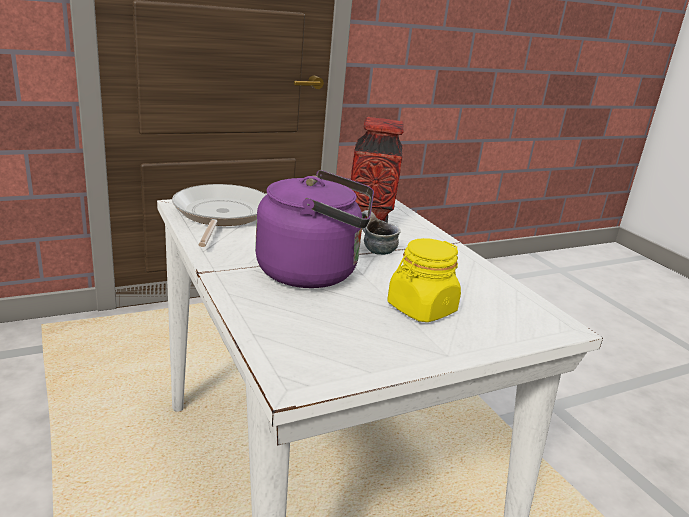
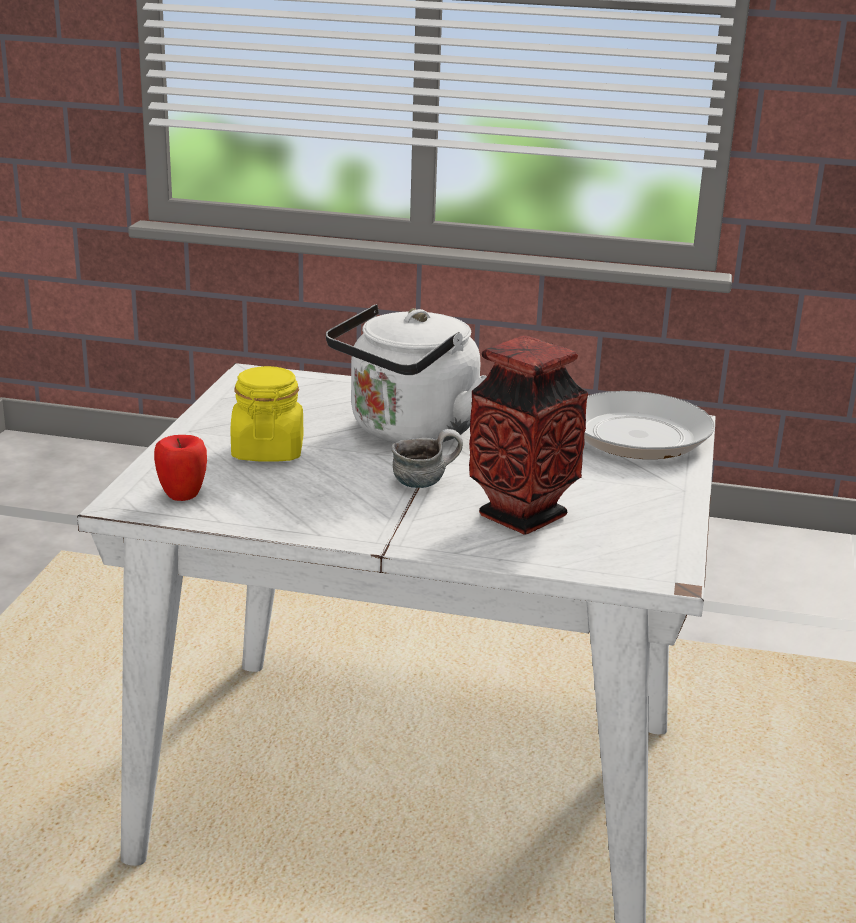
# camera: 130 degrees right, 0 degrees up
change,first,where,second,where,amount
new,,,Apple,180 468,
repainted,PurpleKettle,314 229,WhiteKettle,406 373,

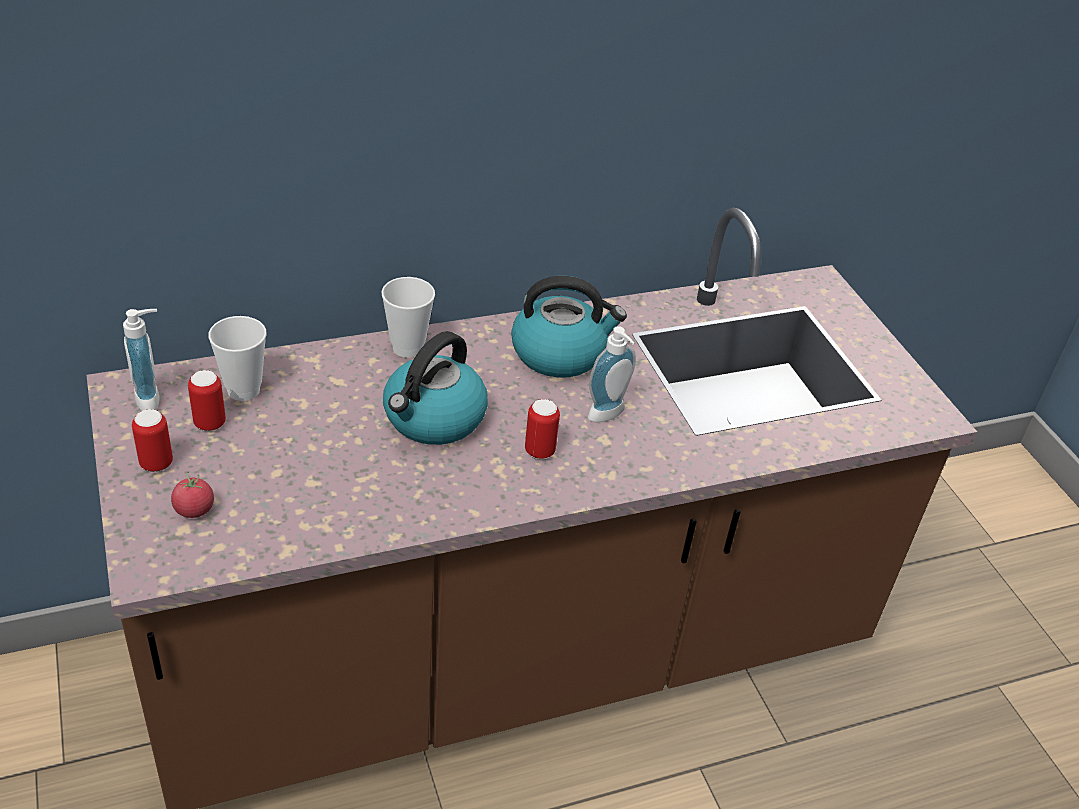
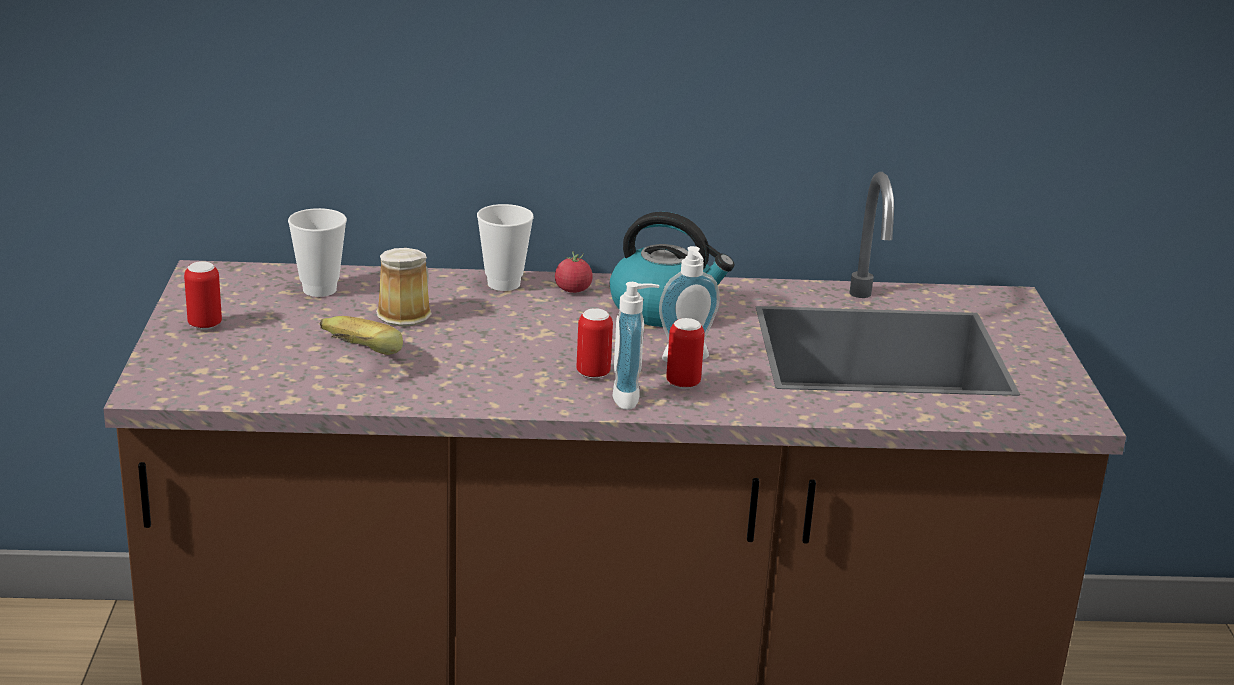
# camera: 20 degrees right, 15 degrees down
change,first,where,second,where,amount
new,,,Banana,361 335,
new,,,Mug,404 287,
shifted,Tomato,192 495,,574 272,
shifted,SoapDispenser,141 360,,636 346,
shifted,Can,207 400,,685 353,
gone,Kettle,435 388,,,

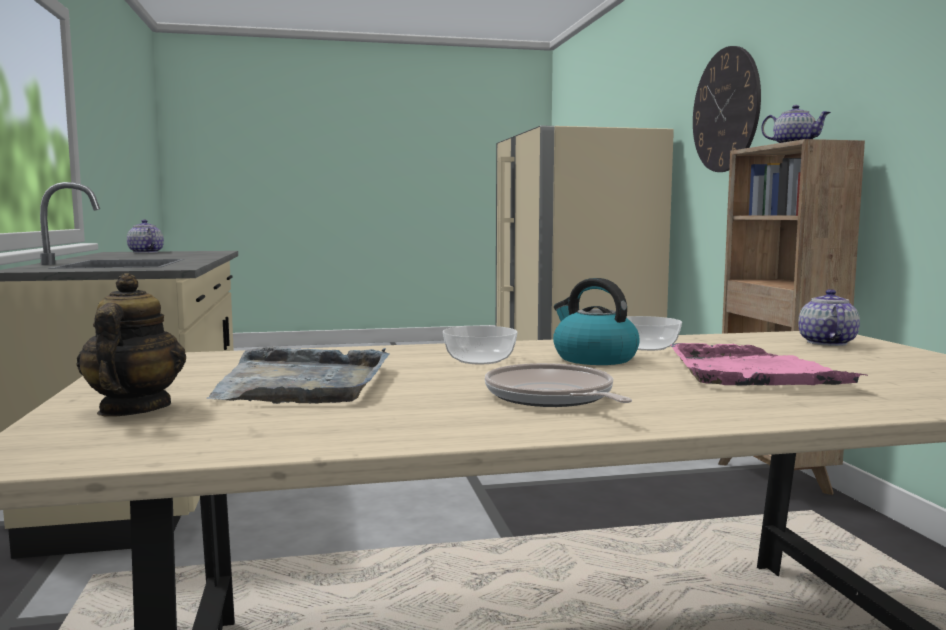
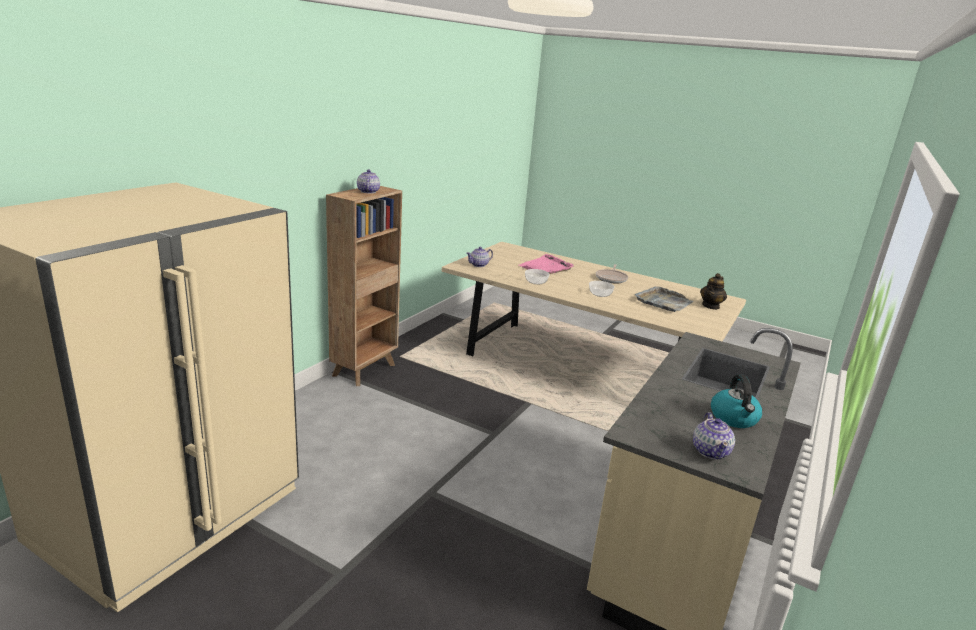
# camera: 140 degrees left, 15 degrees up
change,first,where,second,where,amount
shifted,Kettle,596 321,,736 401,
gone,WallClock,727 109,,,

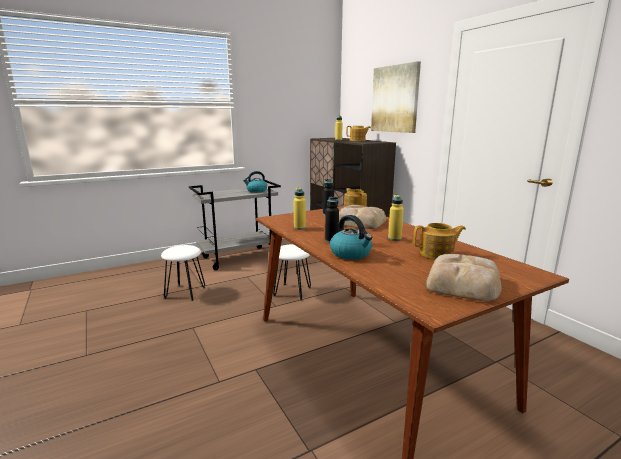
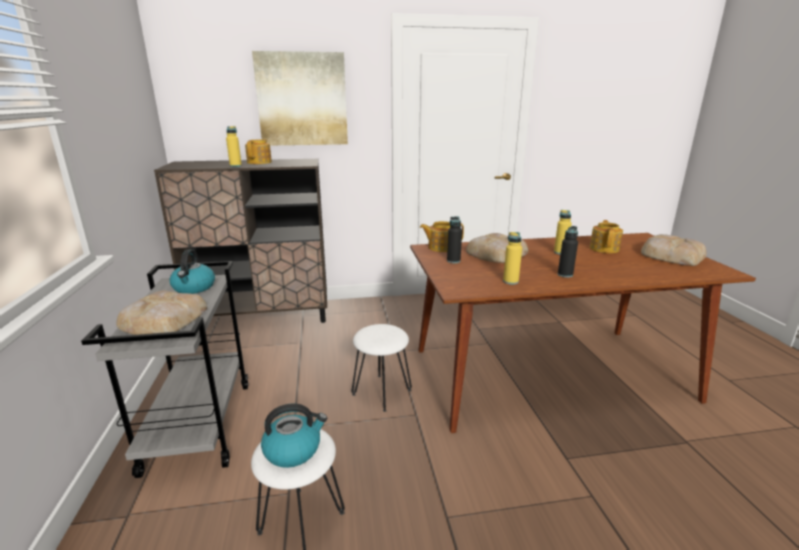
# camera: 70 degrees left, 5 degrees up
change,first,where,second,where,amount
new,,,Bread,161 313,
shifted,Kettle,351 237,,294 435,

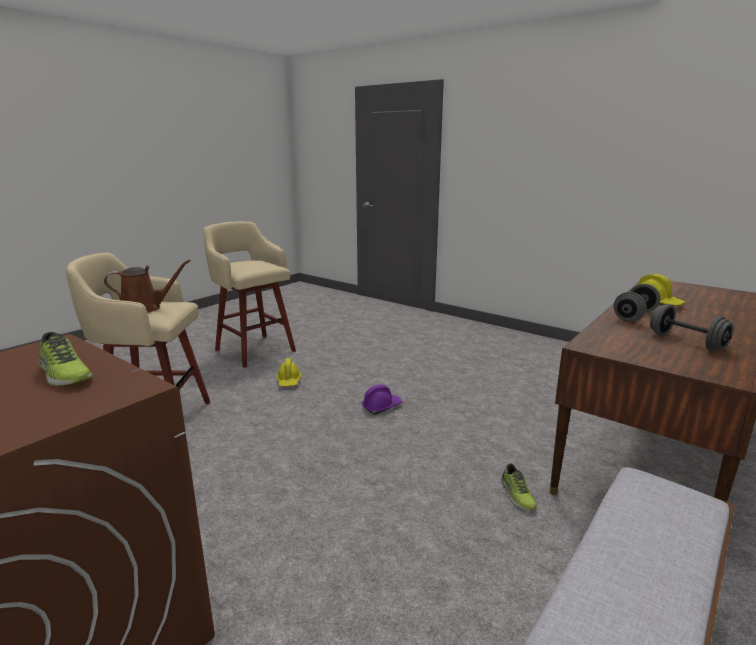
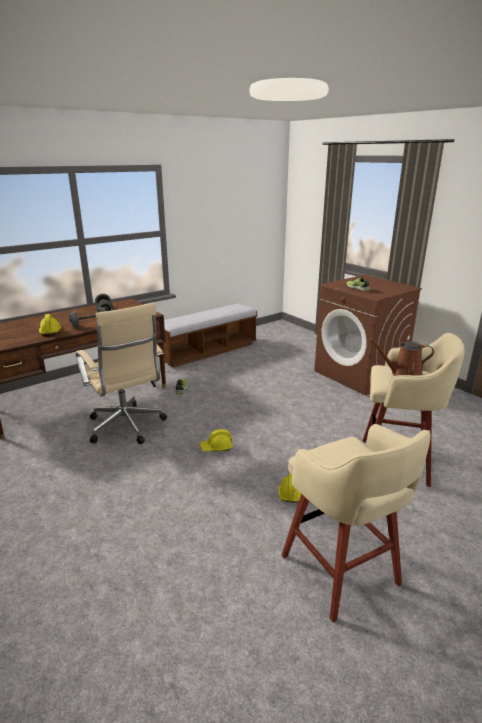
# camera: 165 degrees left, 5 degrees up
change,first,where,second,where,amount
new,,,BeigeOfficeChair,121 373,
repainted,PurpleHardHat,382 399,YellowHardHat,216 440,

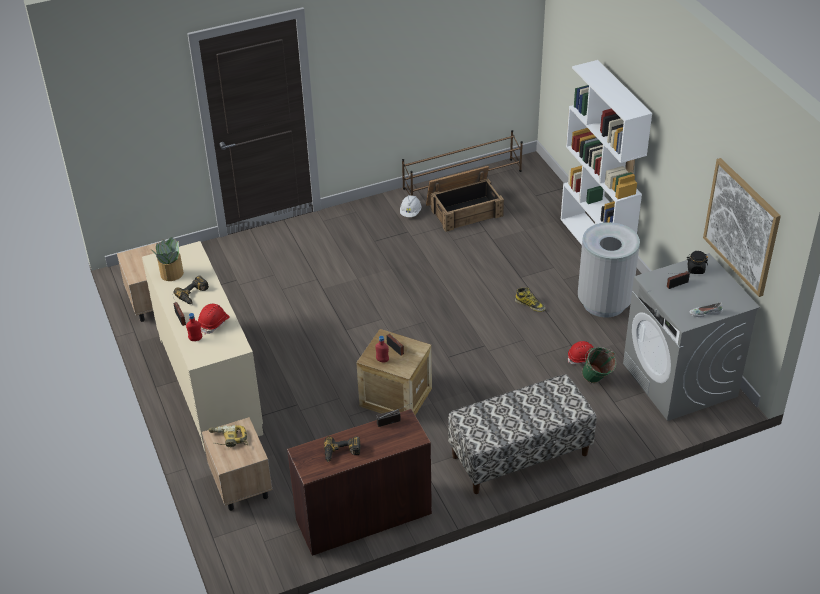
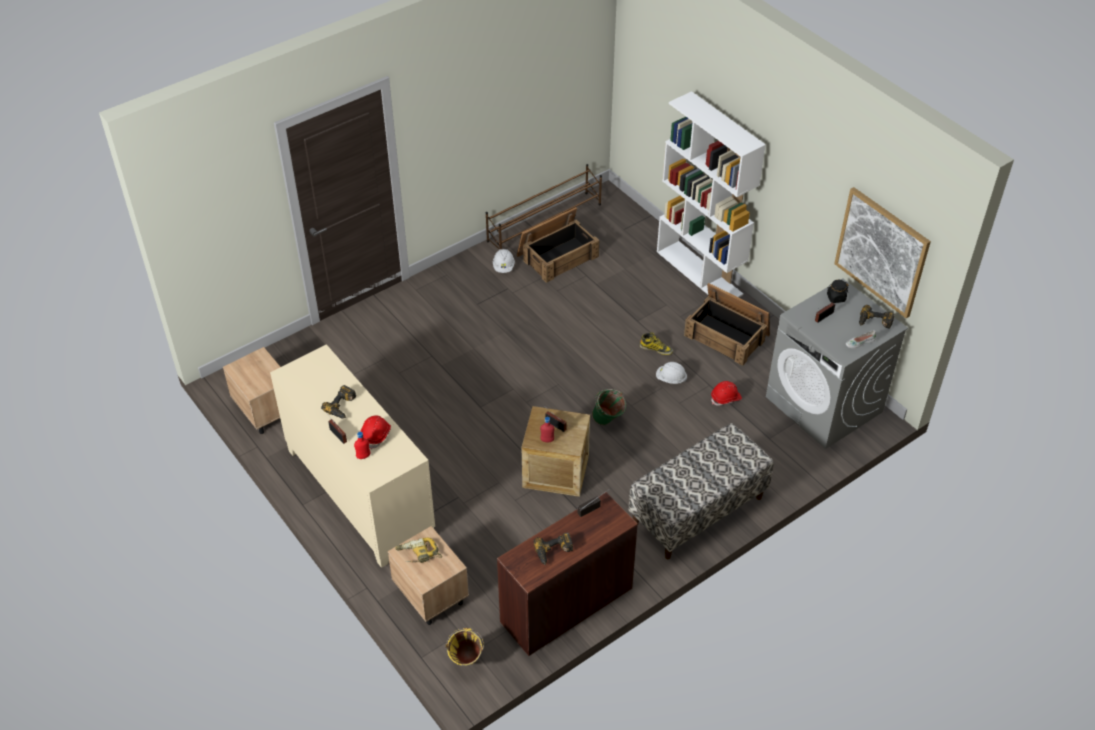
# camera: 15 degrees left, 5 degrees up
change,first,where,second,where,amount
new,,,YellowBucket,465 647,
shifted,GreenBucket,599 365,,609 407,
new,,,WhiteHardHat,671 373,
swapped,GreyTrashCan,609 269,Crate,727 324,
new,,,PowerDrill,877 317,
gone,PottedPlant,167 259,,,

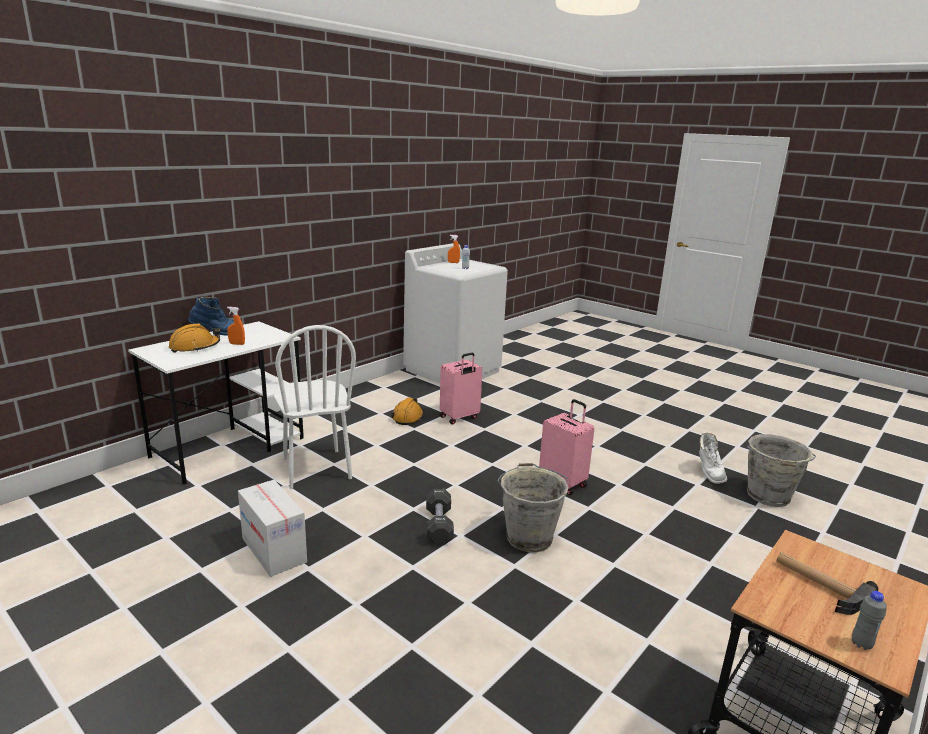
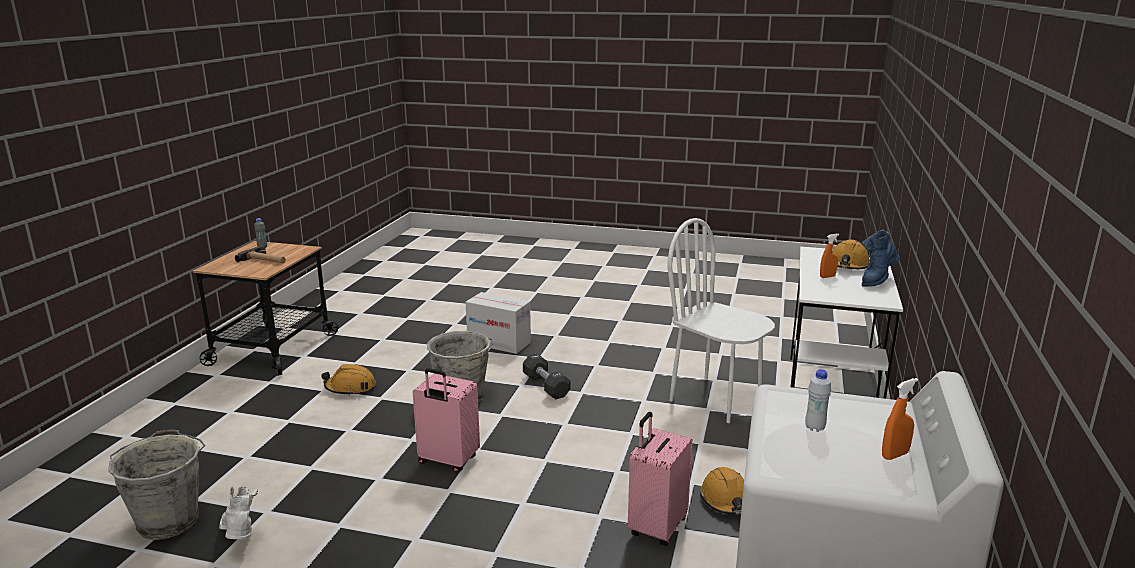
# camera: 155 degrees right, 0 degrees up
change,first,where,second,where,amount
new,,,OrangeHardHat,349 380,
shifted,CardboardBox,272 528,,498 323,

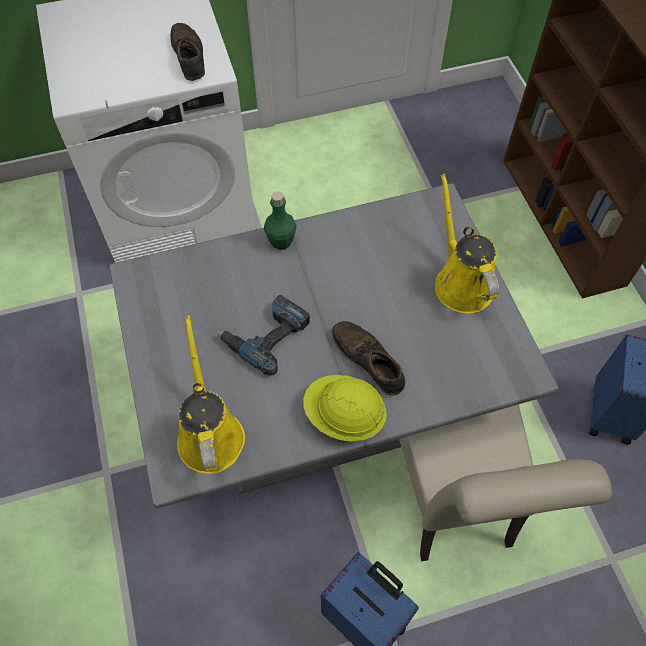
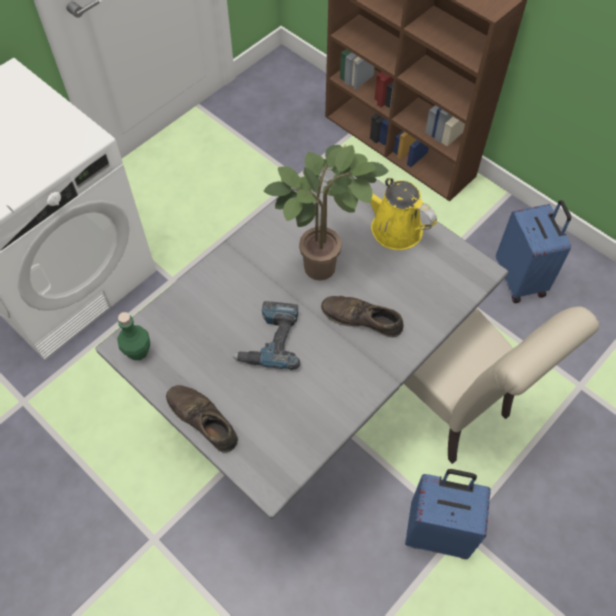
# camera: 30 degrees left, 0 degrees up
change,first,where,second,where,amount
shifted,GreenBottle,280 220,,133 336,
shifted,BrownShoe,188 52,,202 419,
new,,,PottedPlant,326 213,
gone,YellowWateringCan,211 394,,,
gone,YellowHardHat,345 408,,,

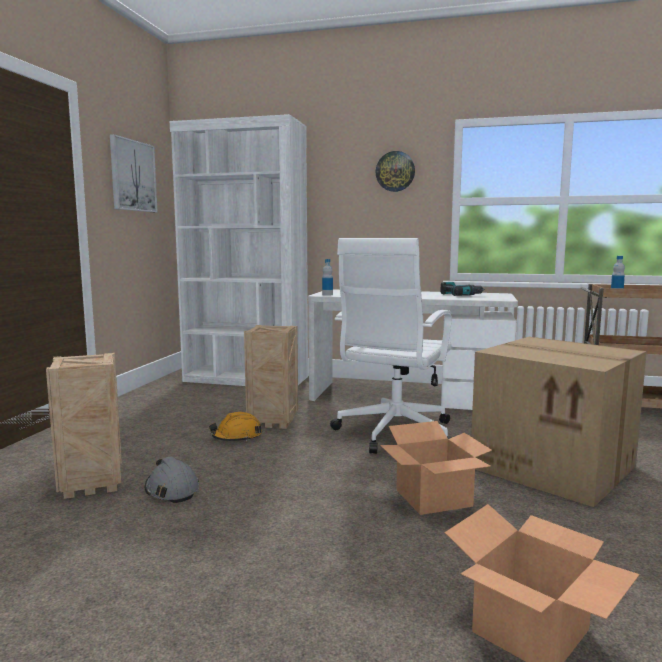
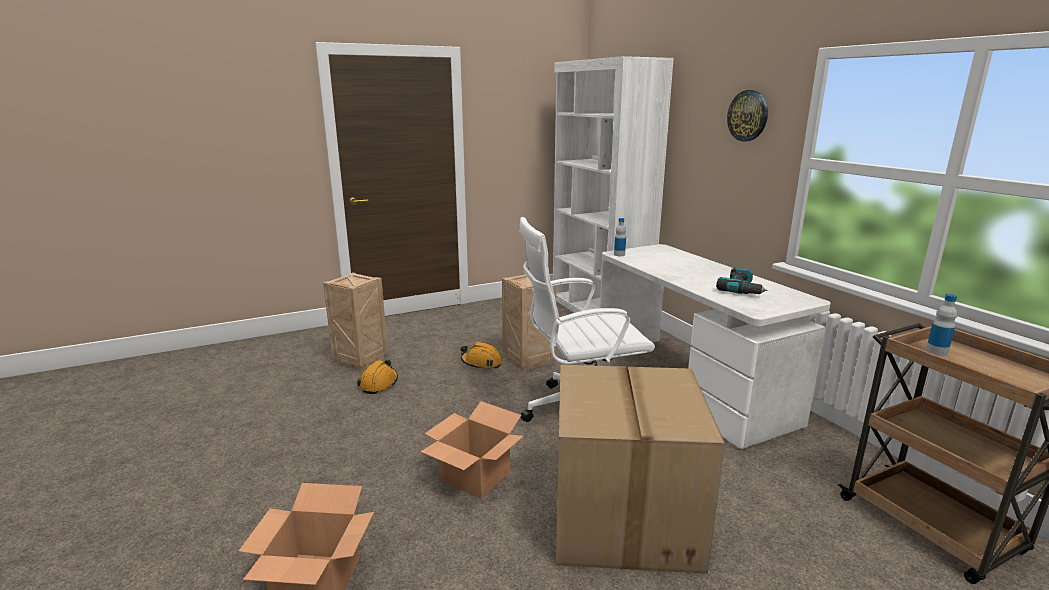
# camera: 50 degrees right, 10 degrees up
change,first,where,second,where,amount
repainted,GreyHardHat,172 480,OrangeHardHat,377 377,
gone,Picture,134 173,,,

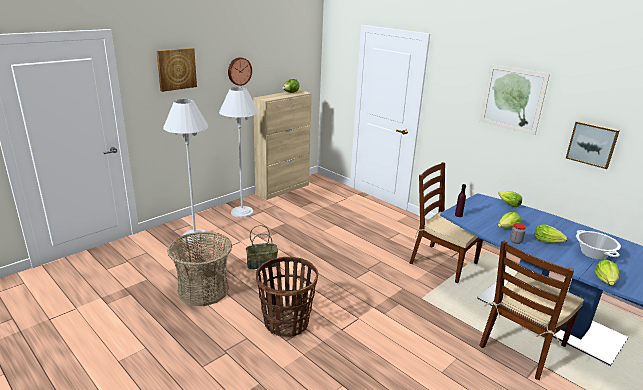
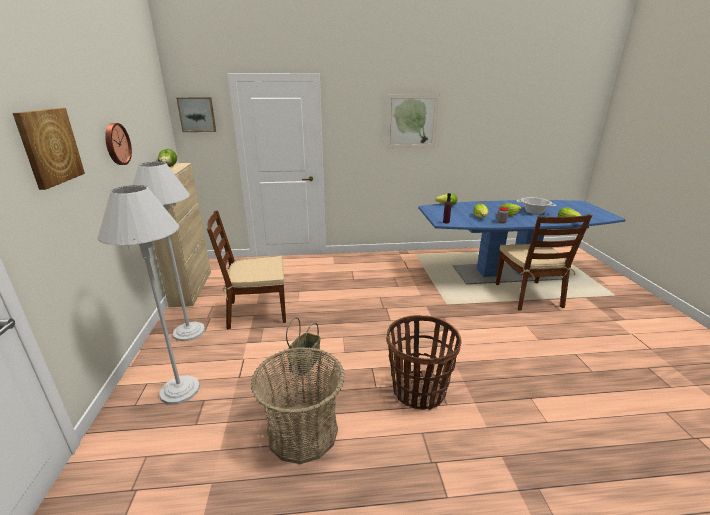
# camera: 50 degrees left, 0 degrees up
change,first,where,second,where,amount
shifted,Picture,593 145,,196 114,
shifted,BrownChair,446 222,,246 270,

